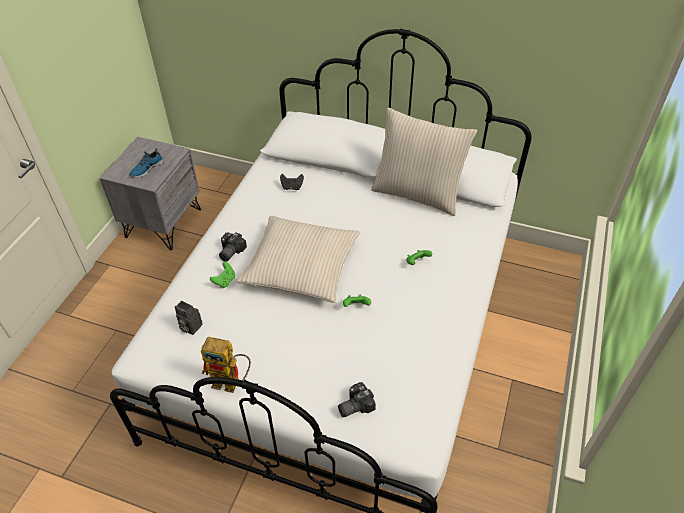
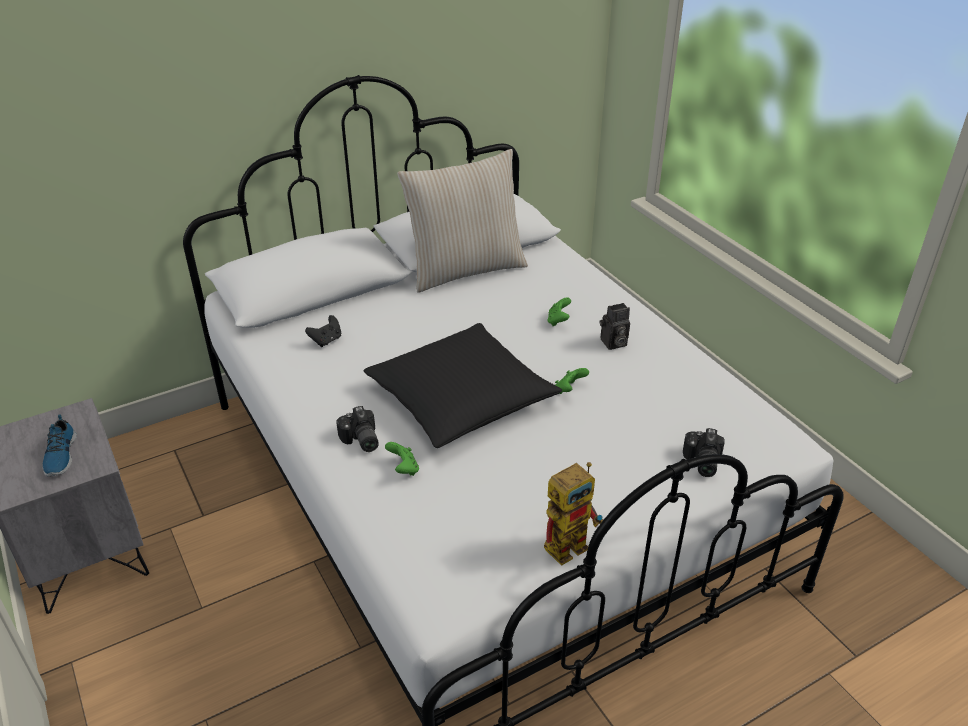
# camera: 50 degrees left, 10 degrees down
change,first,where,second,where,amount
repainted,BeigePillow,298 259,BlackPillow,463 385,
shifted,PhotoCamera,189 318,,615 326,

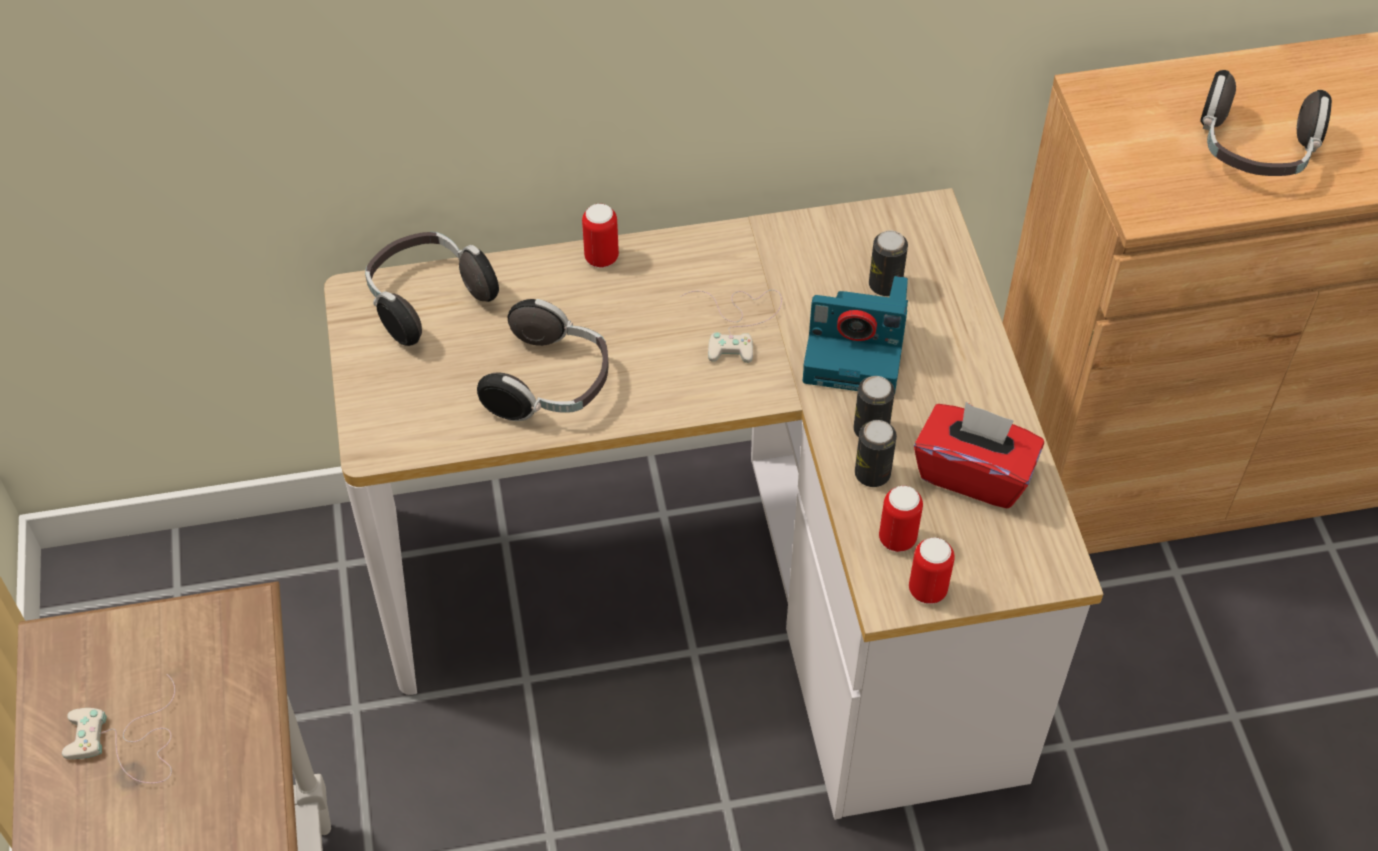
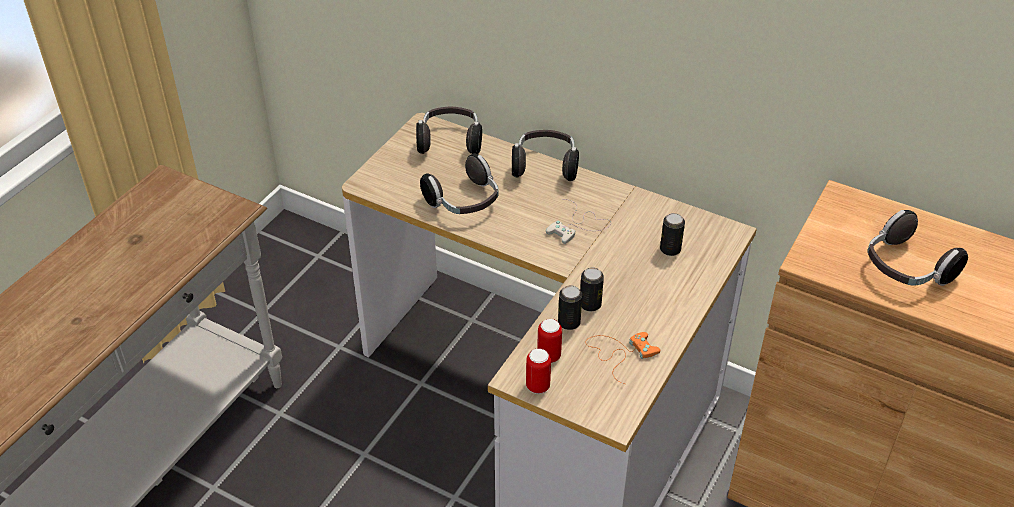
# camera: 40 degrees right, 10 degrees down
change,first,where,second,where,amount
swapped,Can,600 236,Headphones,545 155,
swapped,RedTissueBox,979 455,OrangeGameController,622 358,
gone,WhiteGameController,118 728,,,
gone,PhotoCamera,855 335,,,

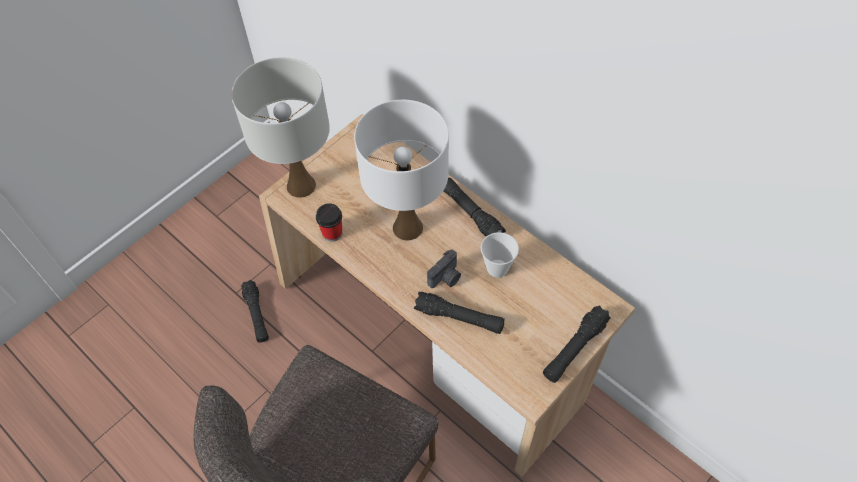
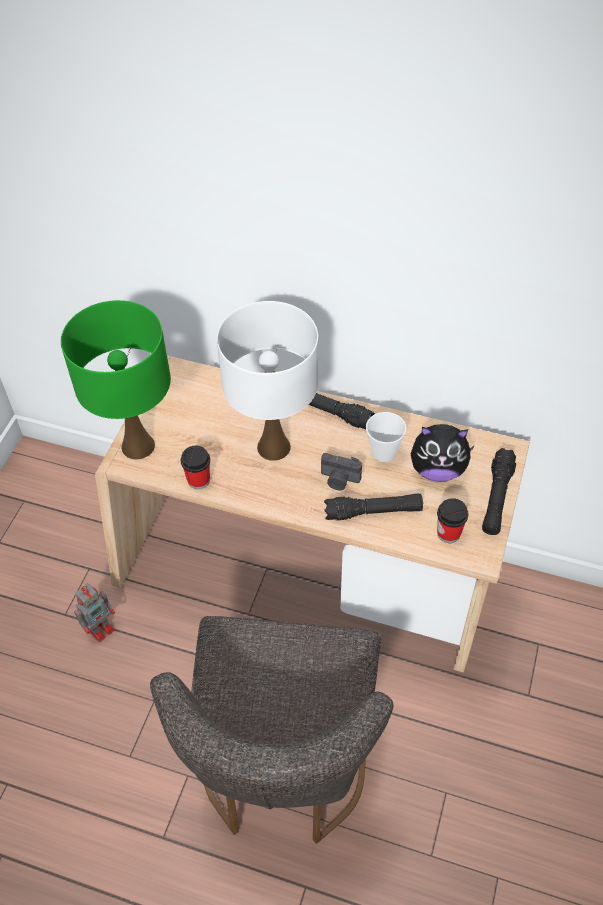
# camera: 25 degrees left, 5 degrees down
change,first,where,second,where,amount
repainted,WhiteTableLamp,280 127,GreenTableLamp,116 379,
swapped,BlackFlashlight,255 311,ToyRobot,94 612,
rotated,PhotoCamera,444 269,,341 471,90 degrees clockwise
new,,,PlushToy,442 453,
new,,,Cup,453 520,

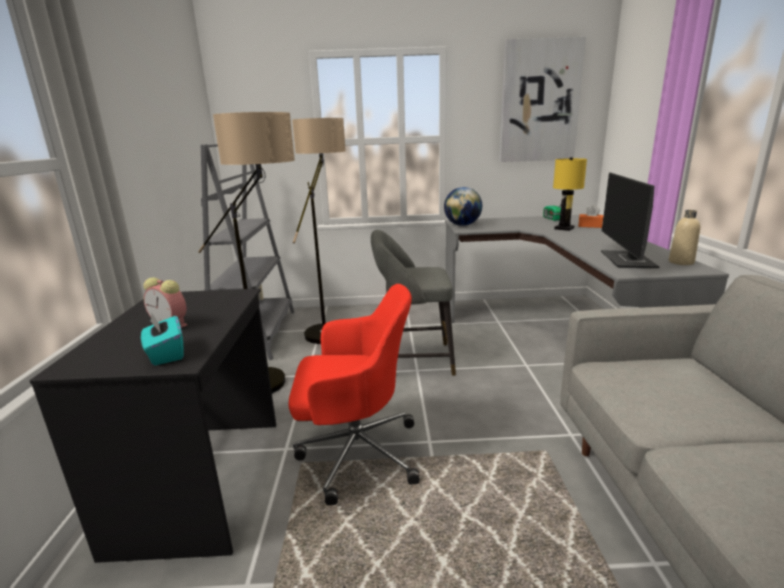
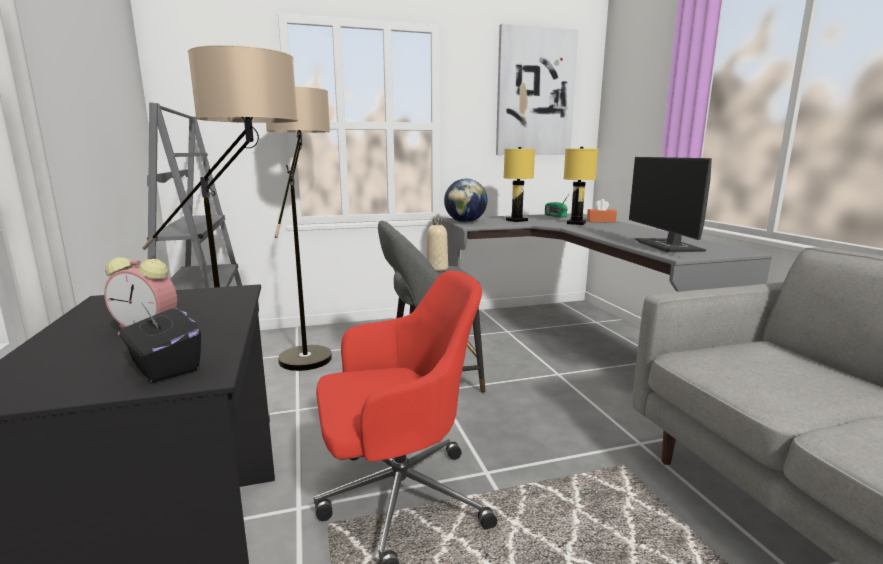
# camera: 15 degrees left, 5 degrees down
change,first,where,second,where,amount
repainted,TurquoiseTissueBox,162 338,BlackTissueBox,160 341,
shifted,BeigeBottle,684 237,,437 244,
new,,,YellowTableLamp,519 184,

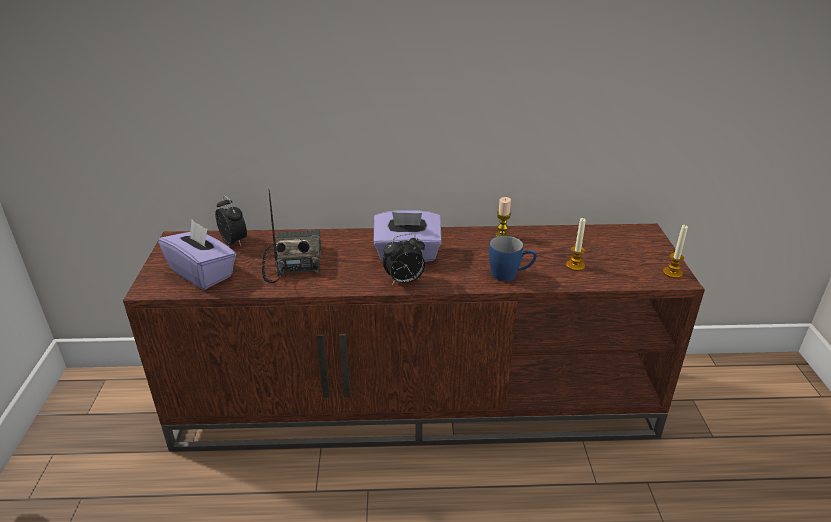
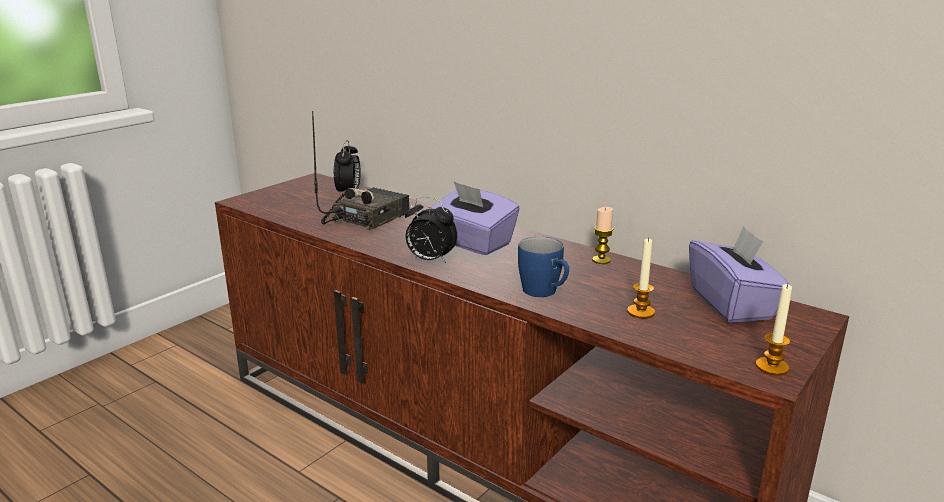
# camera: 40 degrees right, 10 degrees down
change,first,where,second,where,amount
shifted,PurpleTissueBox,197 255,,739 274,

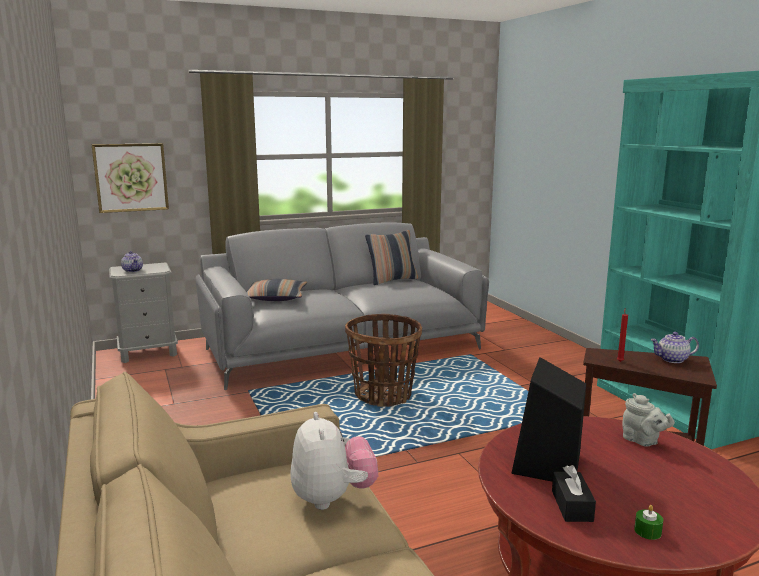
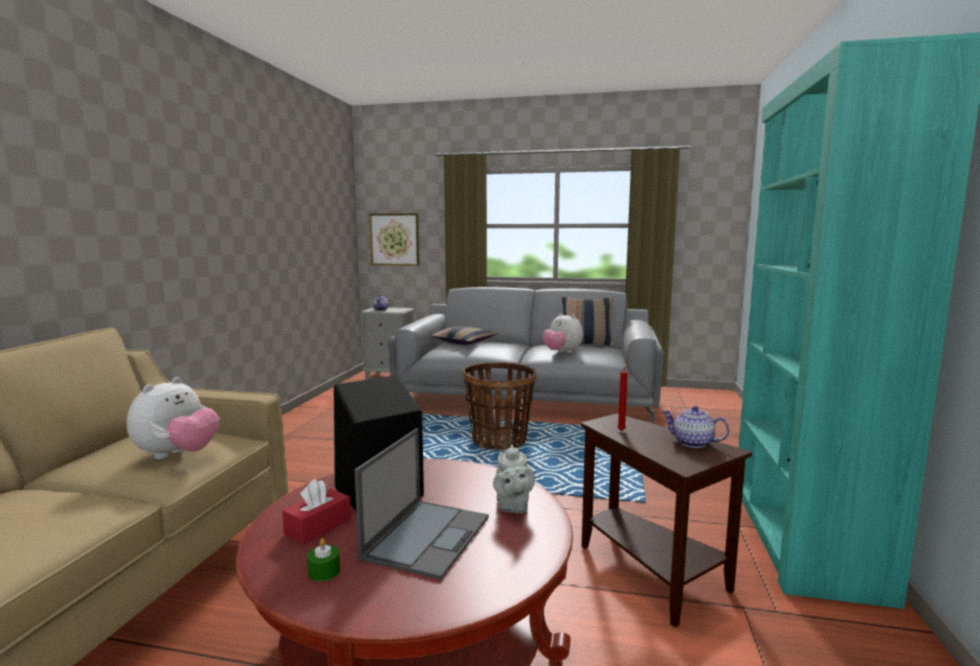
# camera: 35 degrees right, 5 degrees down
change,first,where,second,where,amount
repainted,BlackTissueBox,574 493,RedTissueBox,316 511,
new,,,Laptop,422 504,
new,,,PlushToy,562 333,

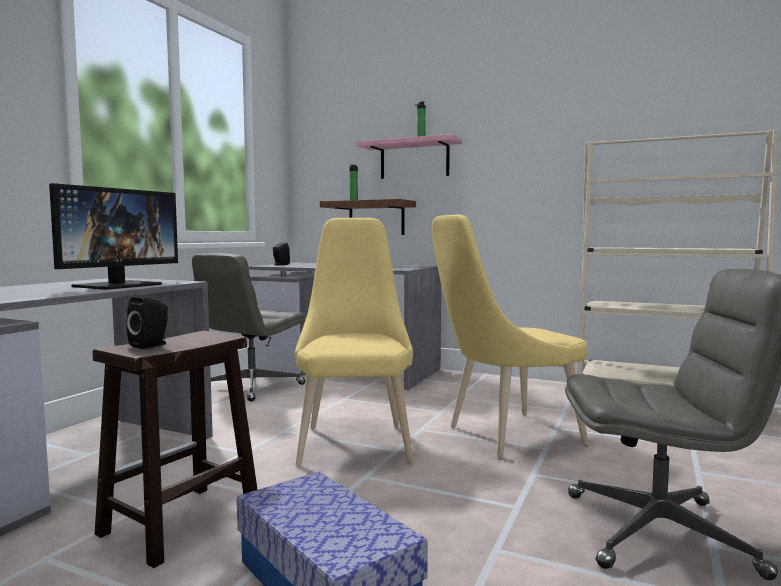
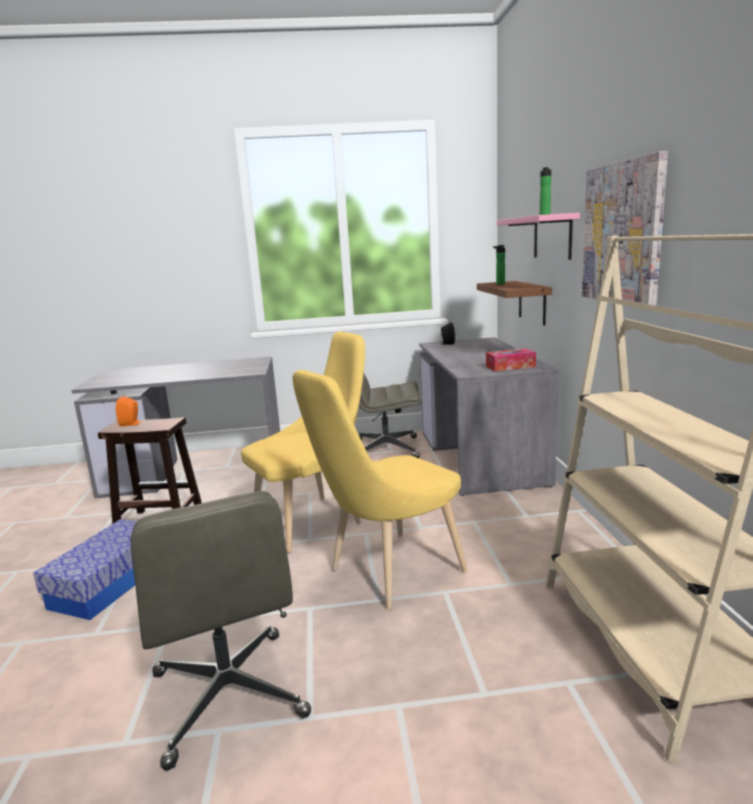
# camera: 60 degrees right, 10 degrees up
change,first,where,second,where,amount
repainted,BlackSpeaker,147 322,OrangeSpeaker,128 411,
rotated,YellowChair,510 336,,380 490,75 degrees counterclockwise
new,,,TissueBox,511 359,
new,,,Picture,625 228,
gone,Monitor,113 236,,,

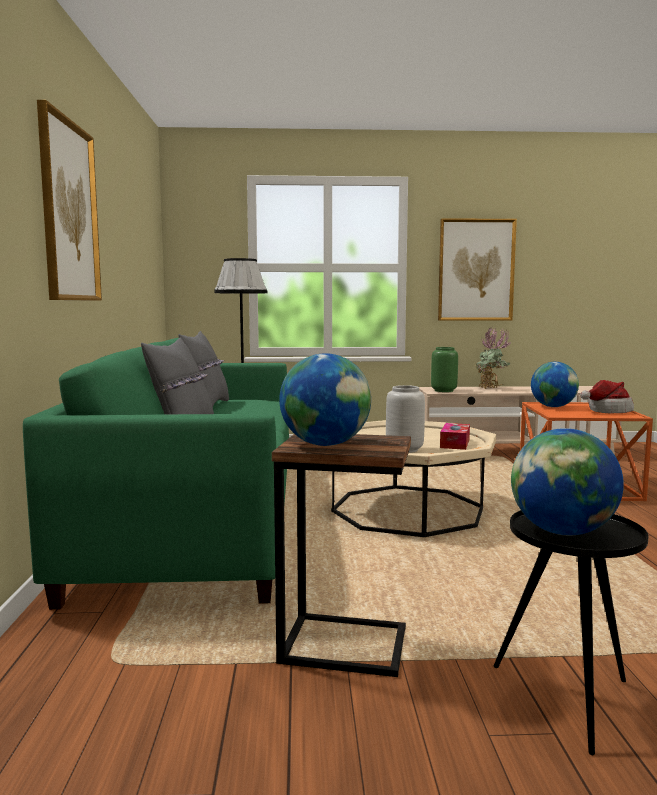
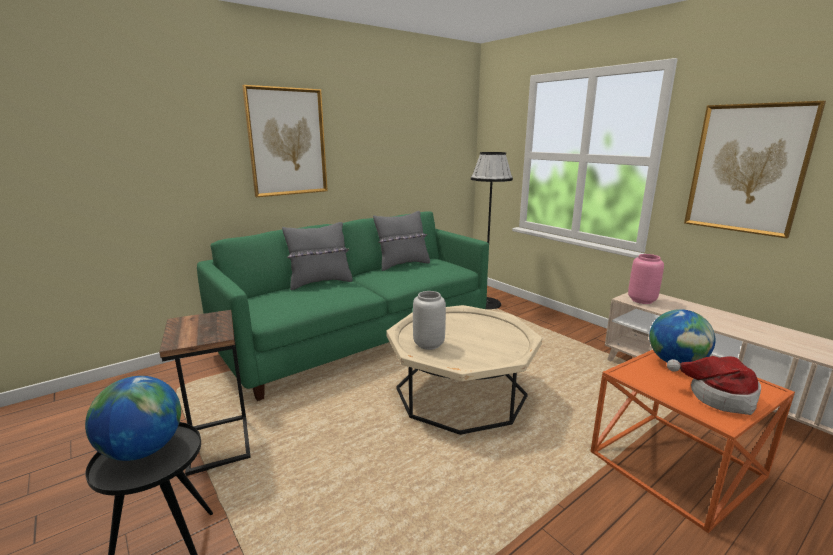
# camera: 55 degrees right, 10 degrees up
change,first,where,second,where,amount
repainted,GreenVase,444 369,PinkVase,646 279,
gone,Globe,325 399,,,
gone,TissueBox,455 436,,,
gone,PottedPlant,493 357,,,

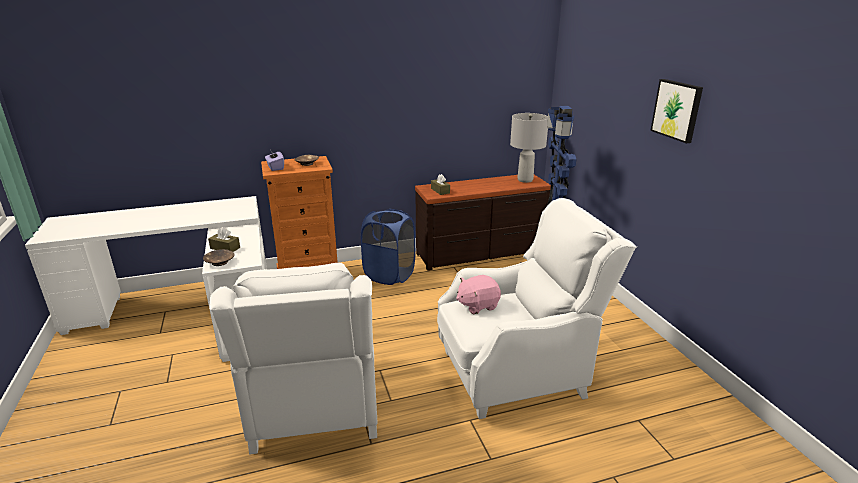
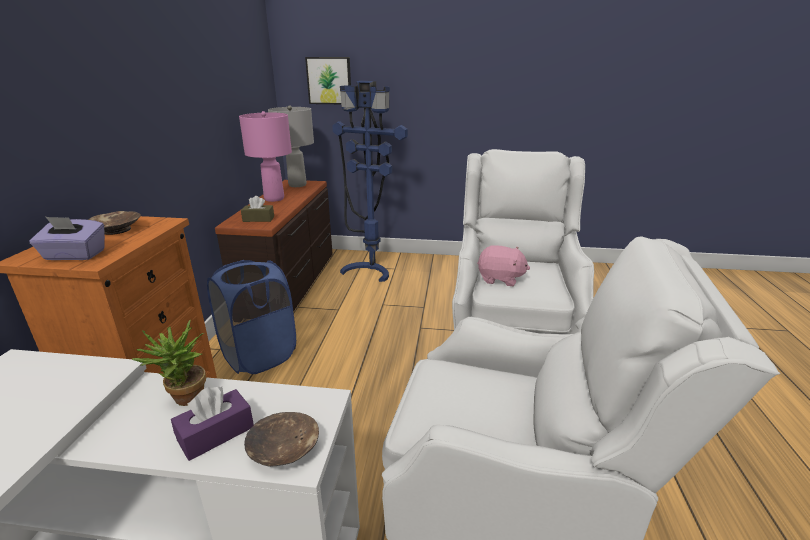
# camera: 65 degrees left, 0 degrees up
change,first,where,second,where,amount
new,,,PottedPlant,169 362,
repainted,BrownTissueBox,224 239,PurpleTissueBox,212 424,
new,,,PinkTableLamp,265 156,
shifted,Picture,676 111,,328 80,
rotated,PinkPlushToy,478 294,,503 265,75 degrees counterclockwise

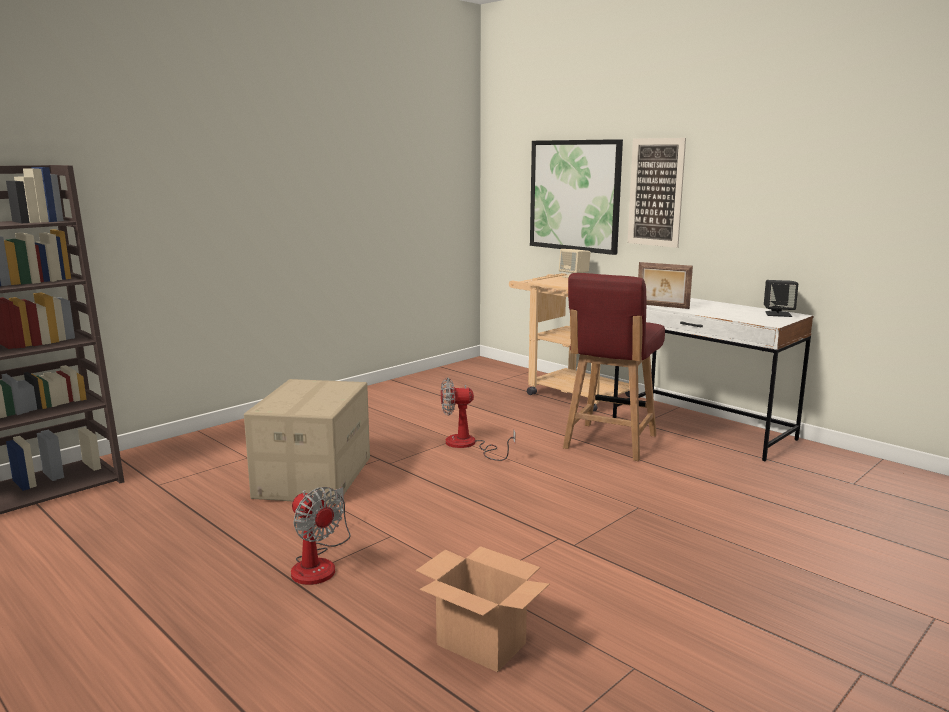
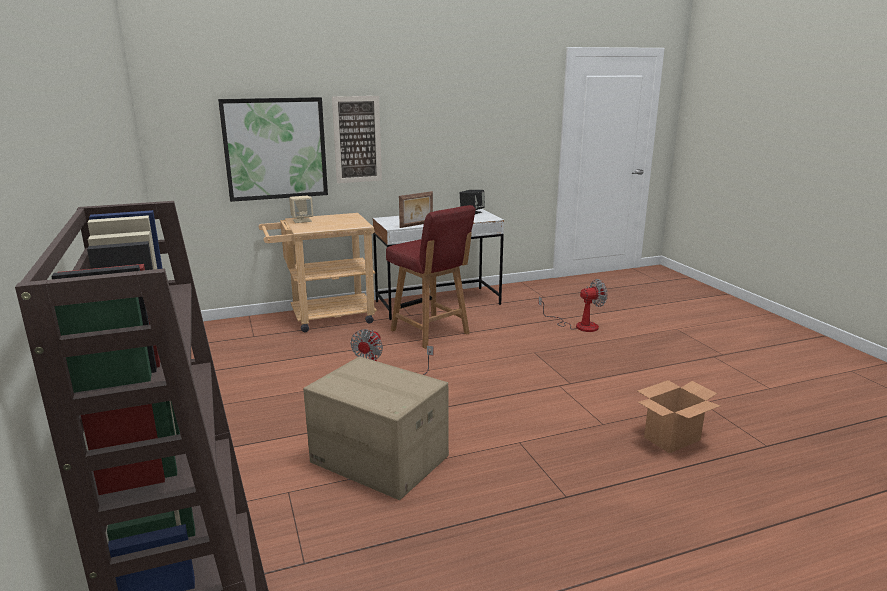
# camera: 65 degrees left, 5 degrees up
change,first,where,second,where,amount
shifted,Fan,320 536,,573 305,

